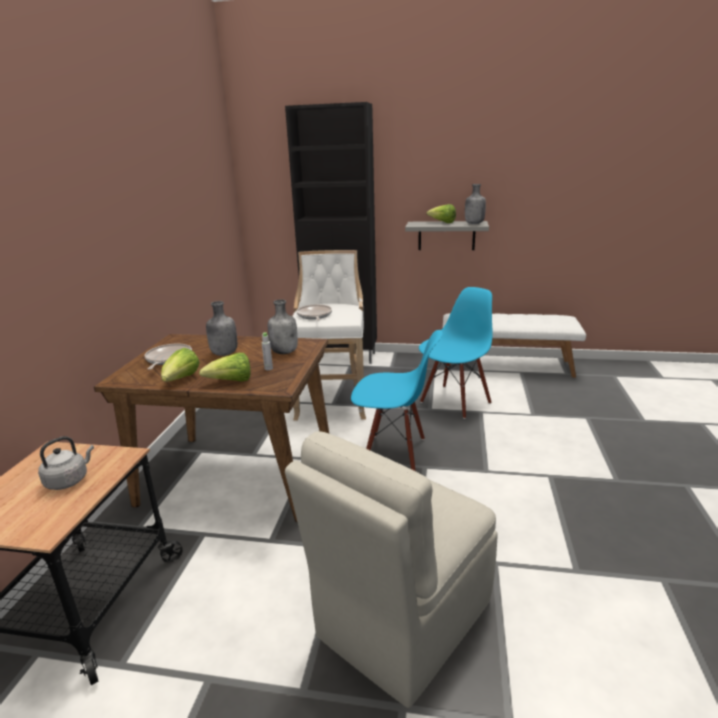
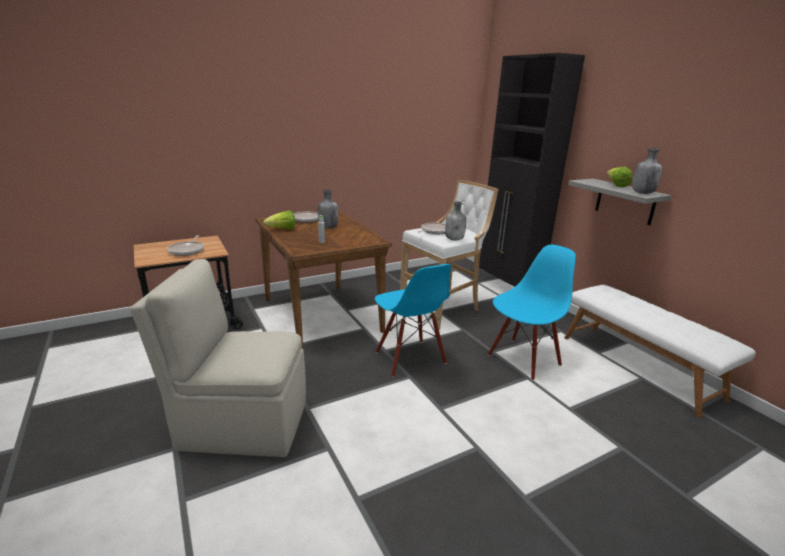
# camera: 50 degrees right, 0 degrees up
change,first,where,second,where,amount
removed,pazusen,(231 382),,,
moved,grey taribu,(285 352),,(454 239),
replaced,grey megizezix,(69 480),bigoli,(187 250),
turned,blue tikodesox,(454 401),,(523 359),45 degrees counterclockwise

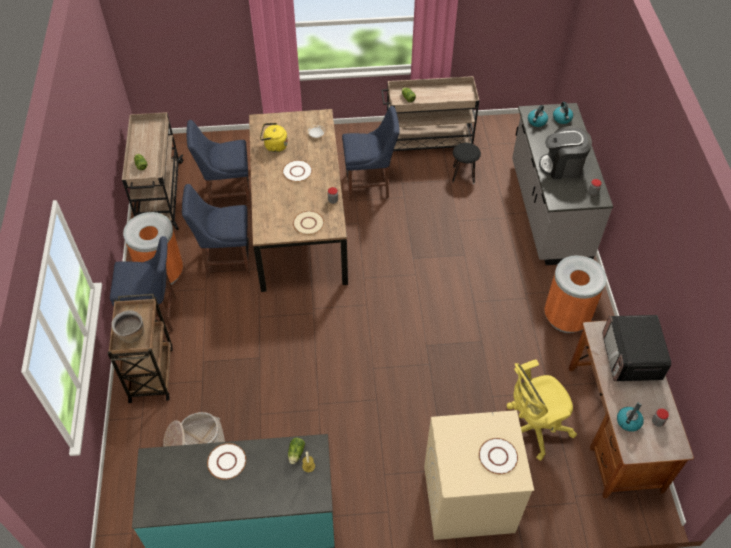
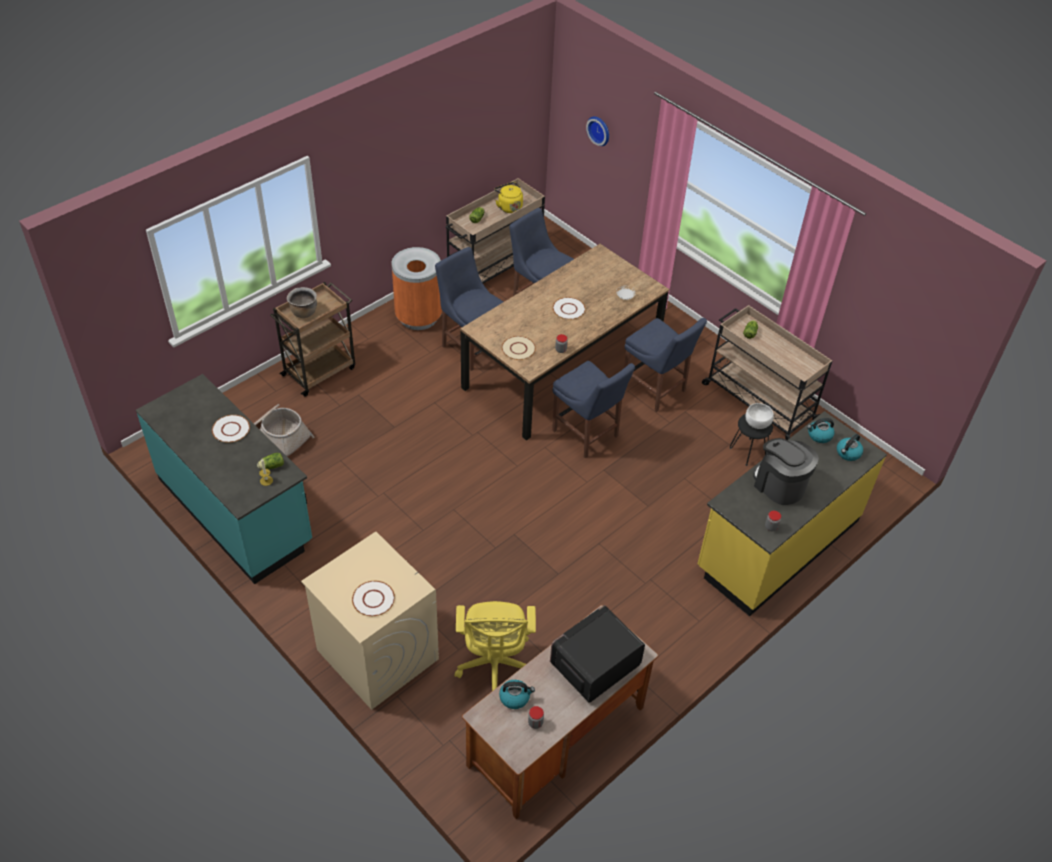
# camera: 50 degrees right, 5 degrees down
change,first,where,second,where,amount
removed,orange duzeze,(566 317),,,
added,,,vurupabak,(600 130),
added,,,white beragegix,(757 423),
moved,blue tikodesox,(155 315),,(587 435),
moved,yellow megizezix,(274 146),,(509 206),
recoloured,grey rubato,(548 211),yellow rubato,(777 544),
turned,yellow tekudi,(532 429),,(494 666),120 degrees counterclockwise

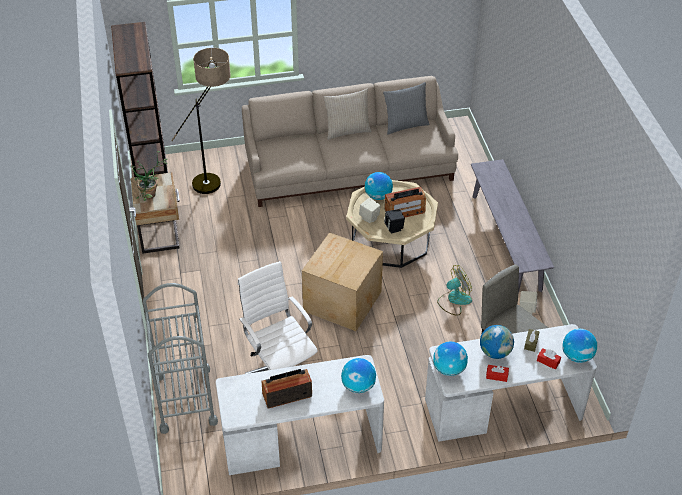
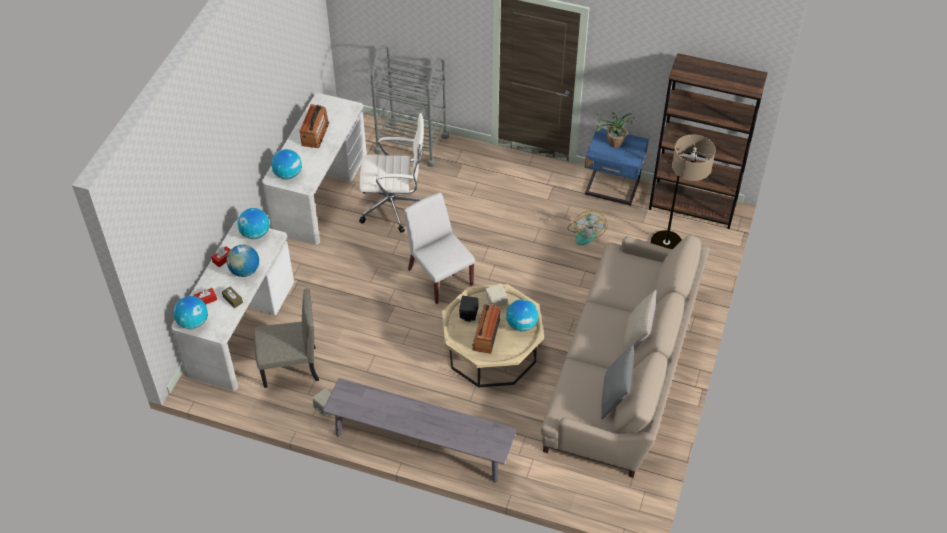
# camera: 120 degrees right, 5 degrees up
change,first,where,second,where,amount
moved,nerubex,(454 300),,(585 233),
replaced,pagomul,(341 301),white tikodesox,(439 277),
recoloured,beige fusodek,(161 234),blue fusodek,(612 189),

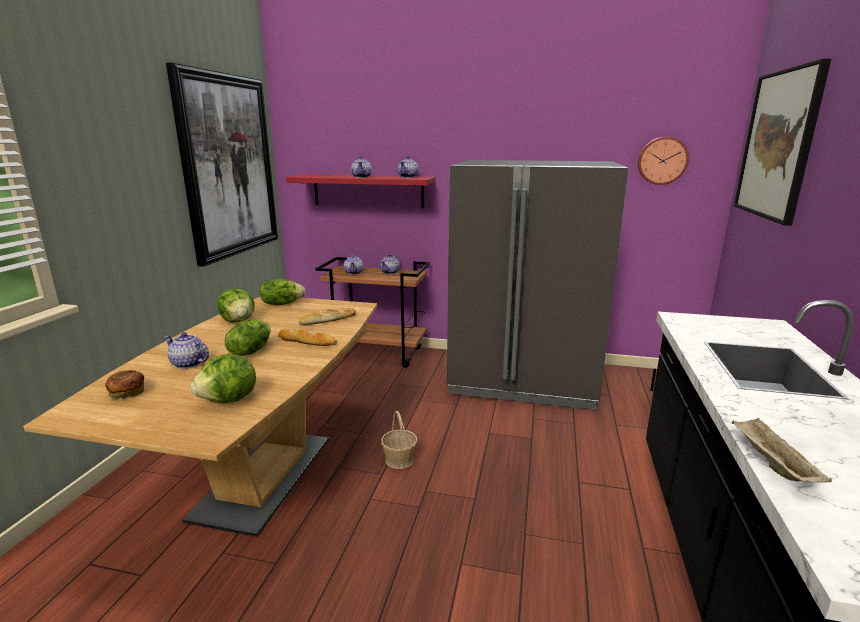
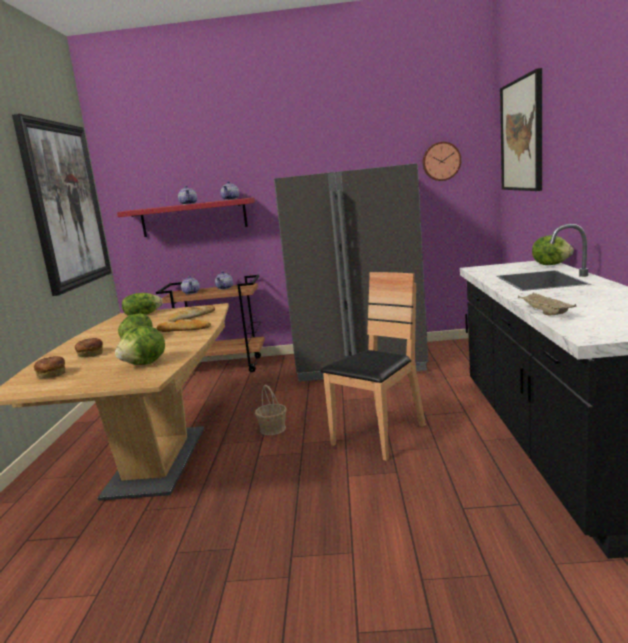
# camera: 10 degrees left, 5 degrees down
change,first,where,second,where,amount
added,,,brown tikodesox,(380 436),
moved,pazusen,(238 321),,(551 264),
replaced,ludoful,(188 364),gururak,(90 354),

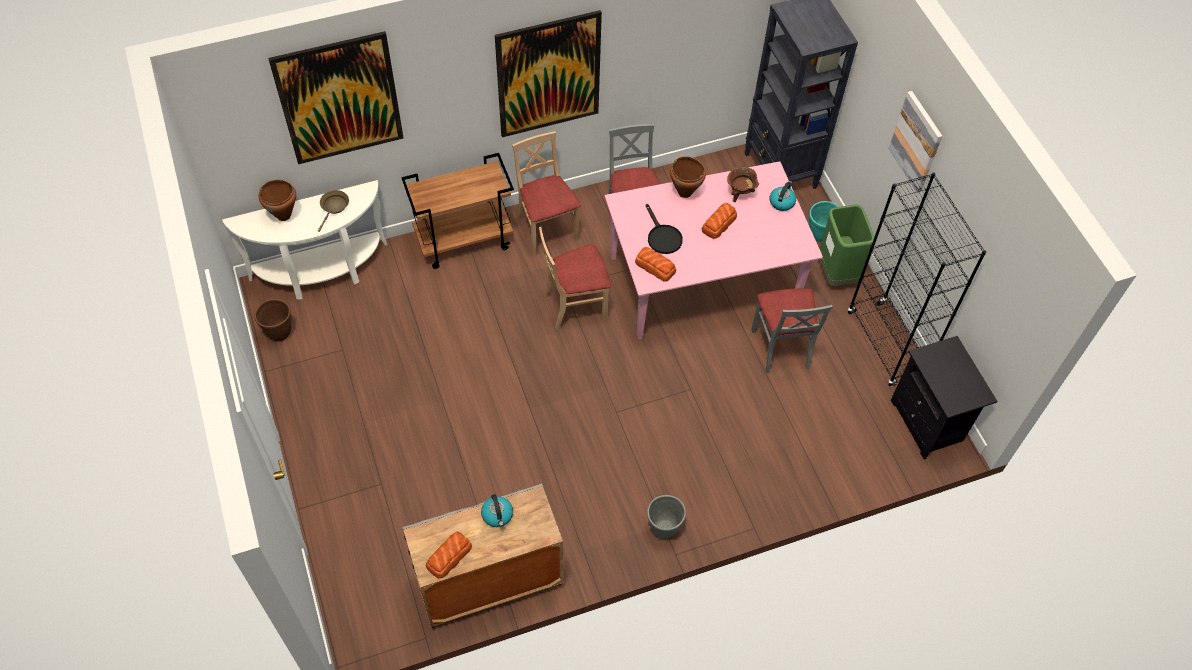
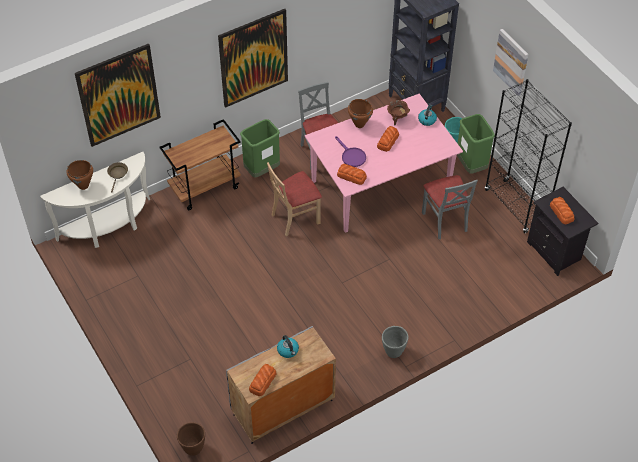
# camera: 10 degrees left, 5 degrees down
change,first,where,second,where,amount
added,,,gururak,(561 213),
moved,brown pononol,(279 333),,(193 448),
replaced,beige tikodesox,(546 229),green duzeze,(262 170),
recoloured,black bigoli,(662 237),purple bigoli,(351 156),

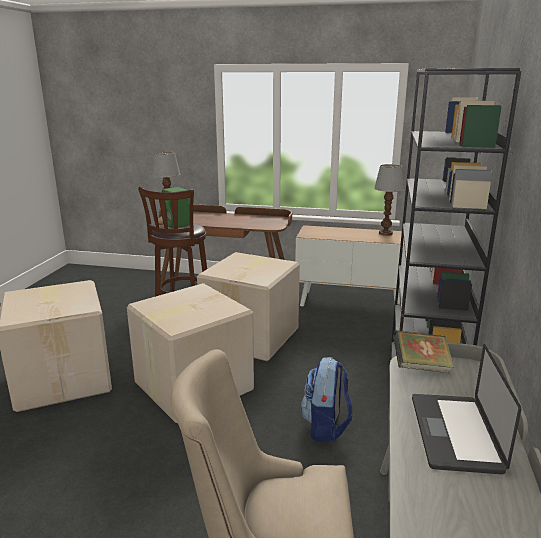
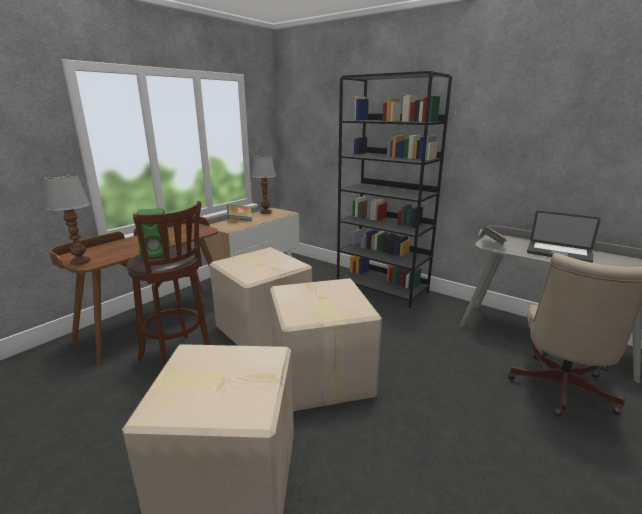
# camera: 65 degrees left, 0 degrees up
change,first,where,second,where,amount
removed,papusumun,(326 427),,,
added,,,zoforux,(240 220),

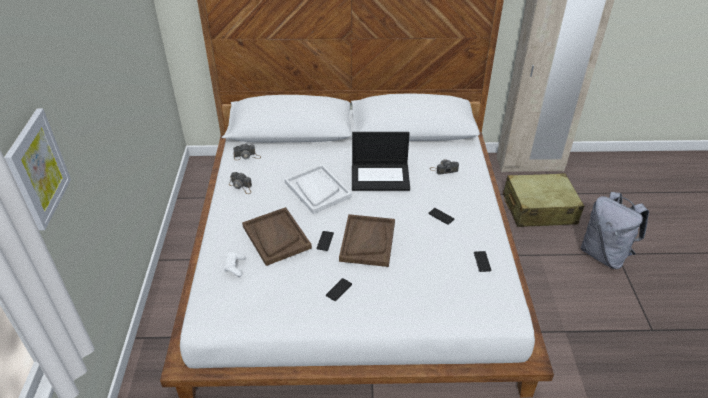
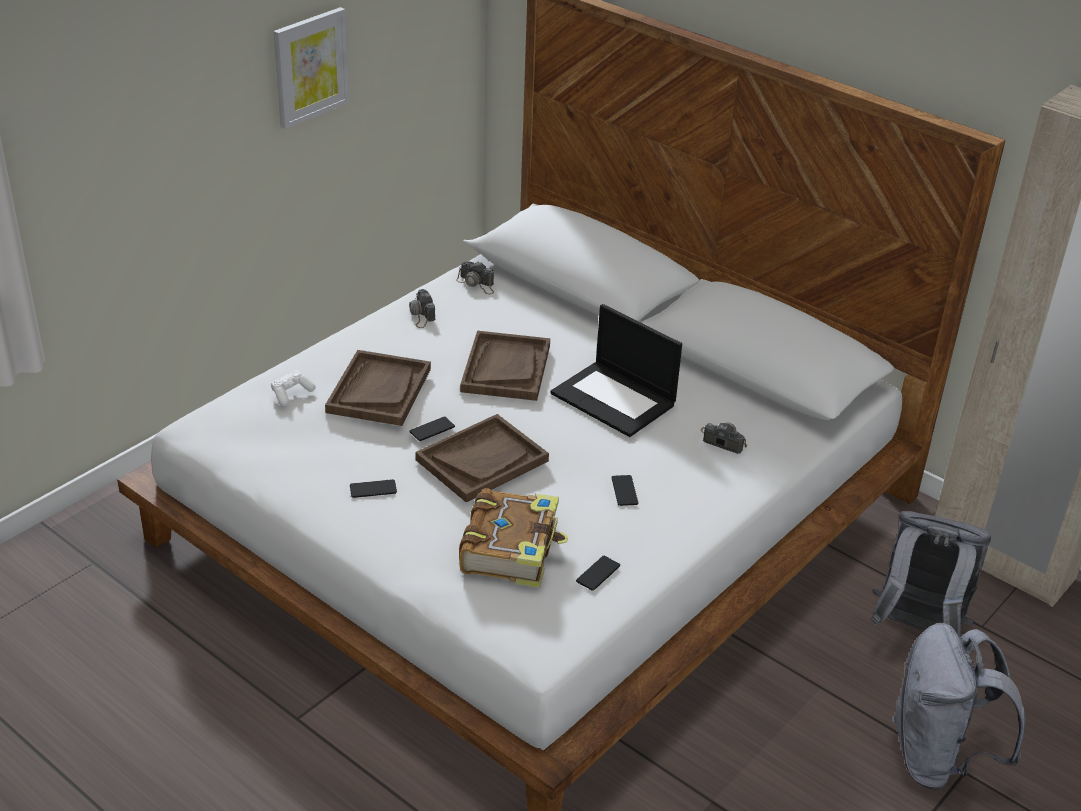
# camera: 40 degrees right, 5 degrees down
change,first,where,second,where,amount
added,,,zoforux,(511 549),
moved,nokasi,(37 169),,(310 67),
replaced,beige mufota,(538 209),grey papusumun,(915 630),
recoloured,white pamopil,(317 190),brown pamopil,(506 368),

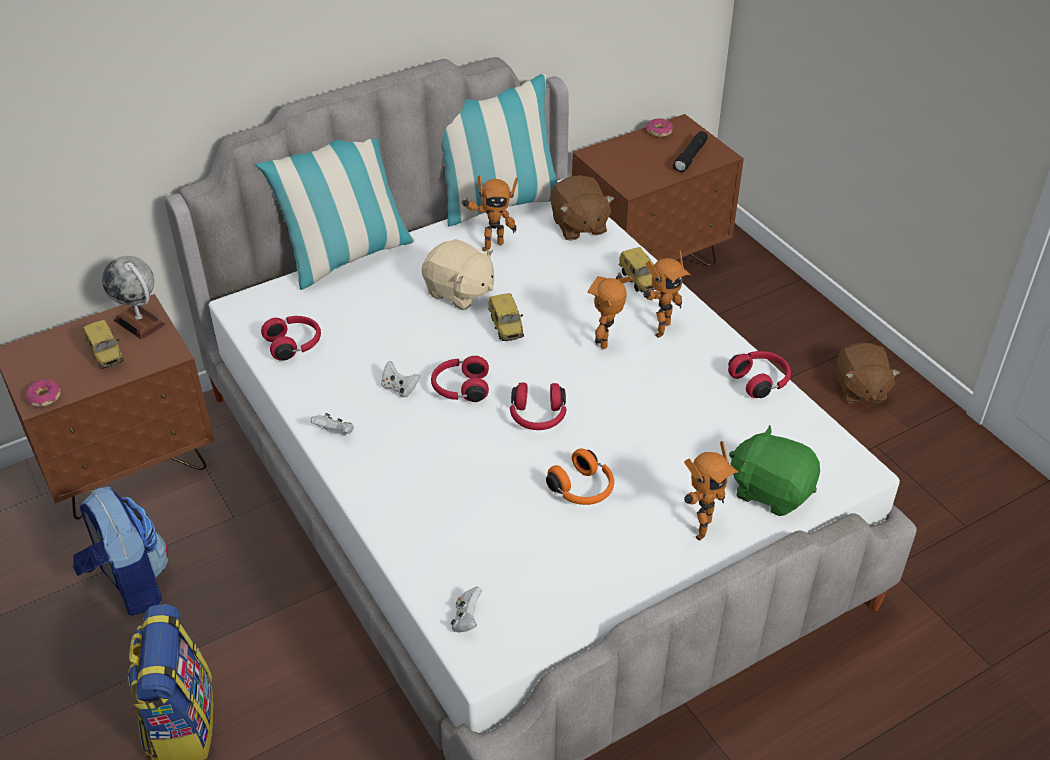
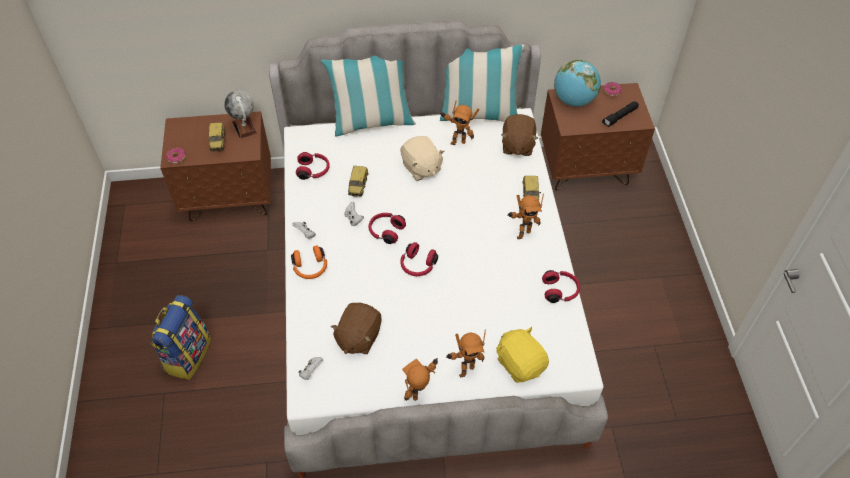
# camera: 25 degrees right, 10 degrees up
change,first,where,second,where,amount
removed,papusumun,(130 584),,,
added,,,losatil,(574 100),
moved,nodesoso,(507 328),,(359 187),
moved,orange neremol,(582 489),,(310 268),
moved,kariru,(608 342),,(421 395),
moved,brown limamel,(860 389),,(358 337),
recoloured,green limamel,(771 490),yellow limamel,(520 363),

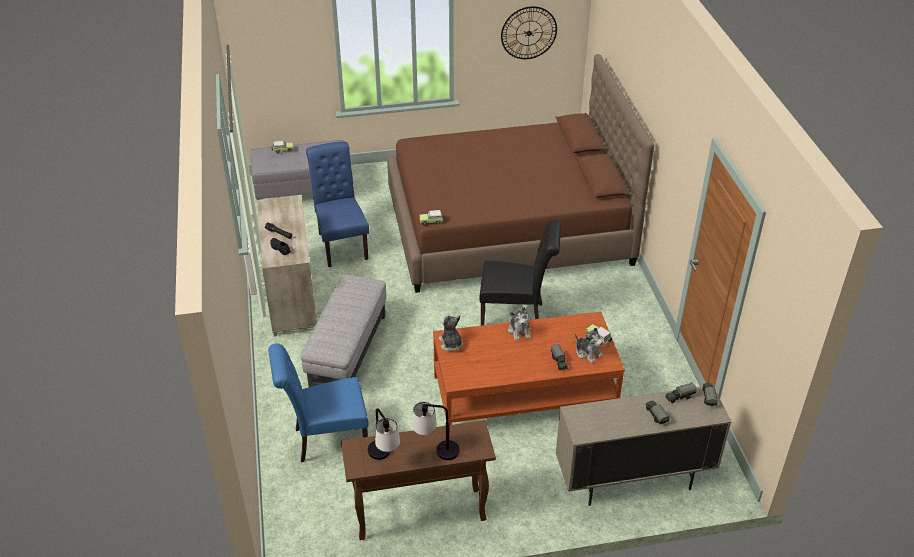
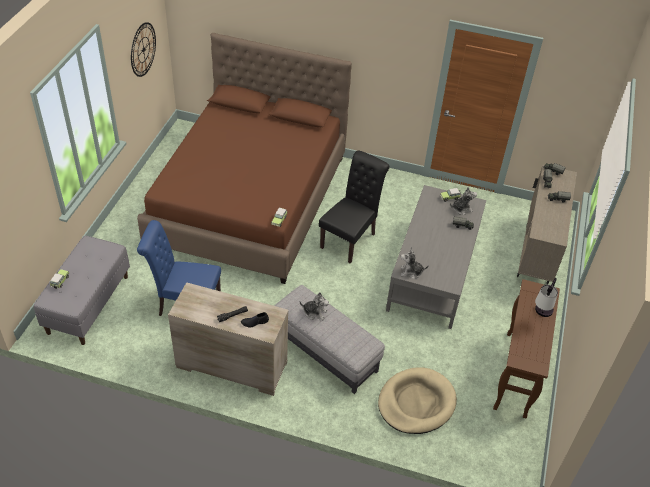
# camera: 65 degrees left, 5 degrees up
change,first,where,second,where,amount
removed,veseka,(384 458),,,
moved,limamel,(519 331),,(314 312),
replaced,blue tikodesox,(326 440),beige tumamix,(416 403),
recoloured,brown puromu,(524 394),grey puromu,(433 270),

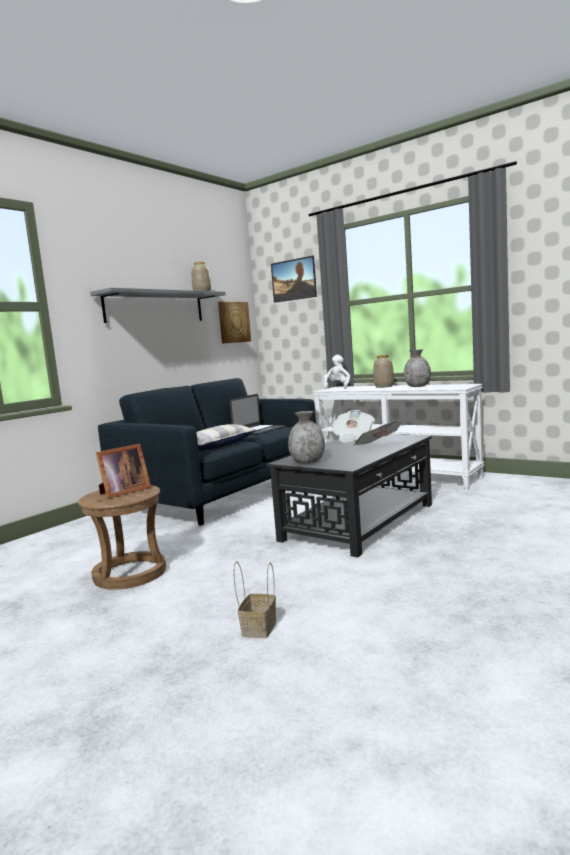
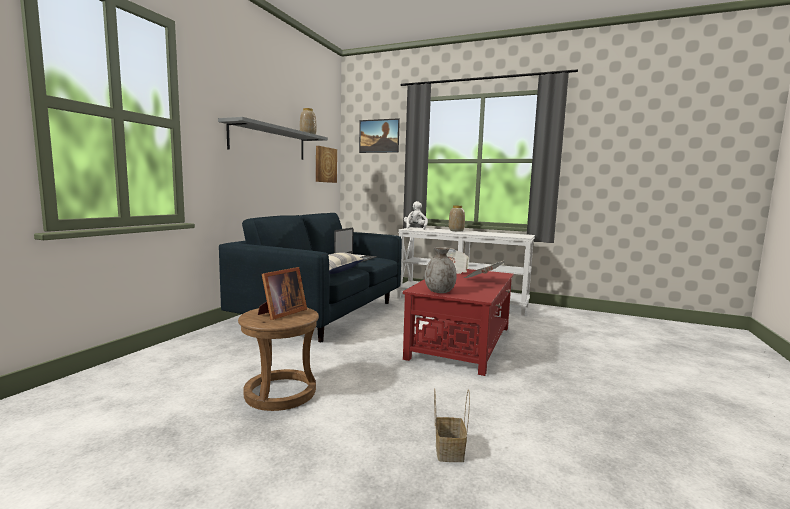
# camera: 15 degrees left, 0 degrees up
change,first,where,second,where,amount
removed,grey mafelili,(417 386),,,
recoloured,black puromu,(360 521),red puromu,(461 342),

